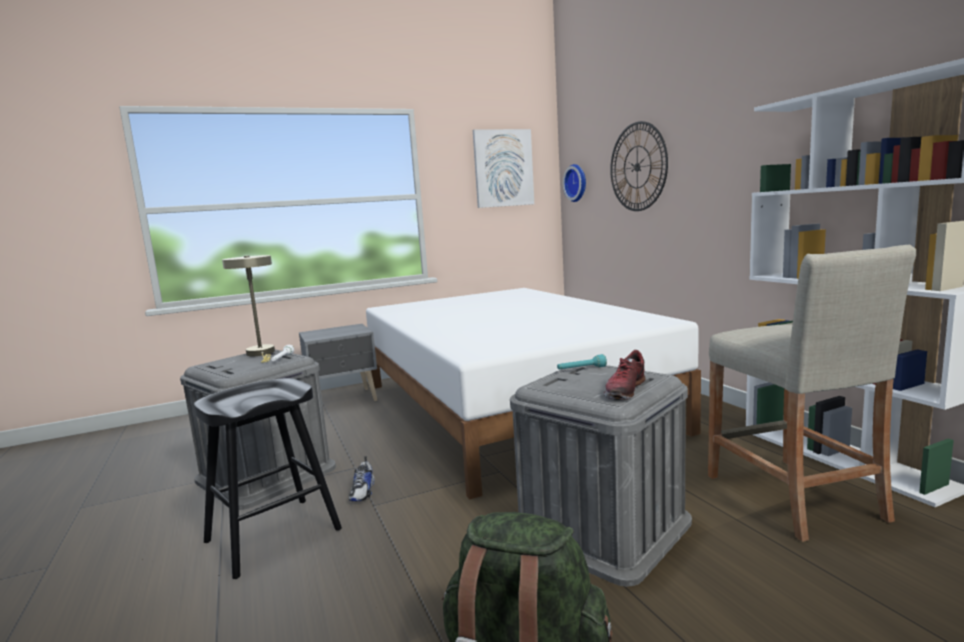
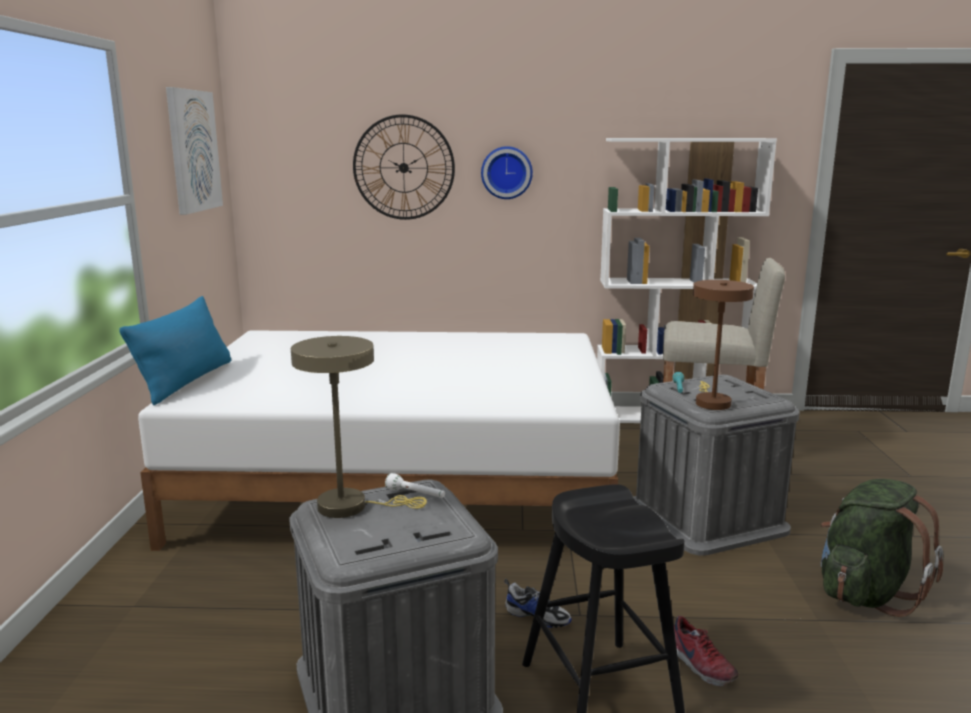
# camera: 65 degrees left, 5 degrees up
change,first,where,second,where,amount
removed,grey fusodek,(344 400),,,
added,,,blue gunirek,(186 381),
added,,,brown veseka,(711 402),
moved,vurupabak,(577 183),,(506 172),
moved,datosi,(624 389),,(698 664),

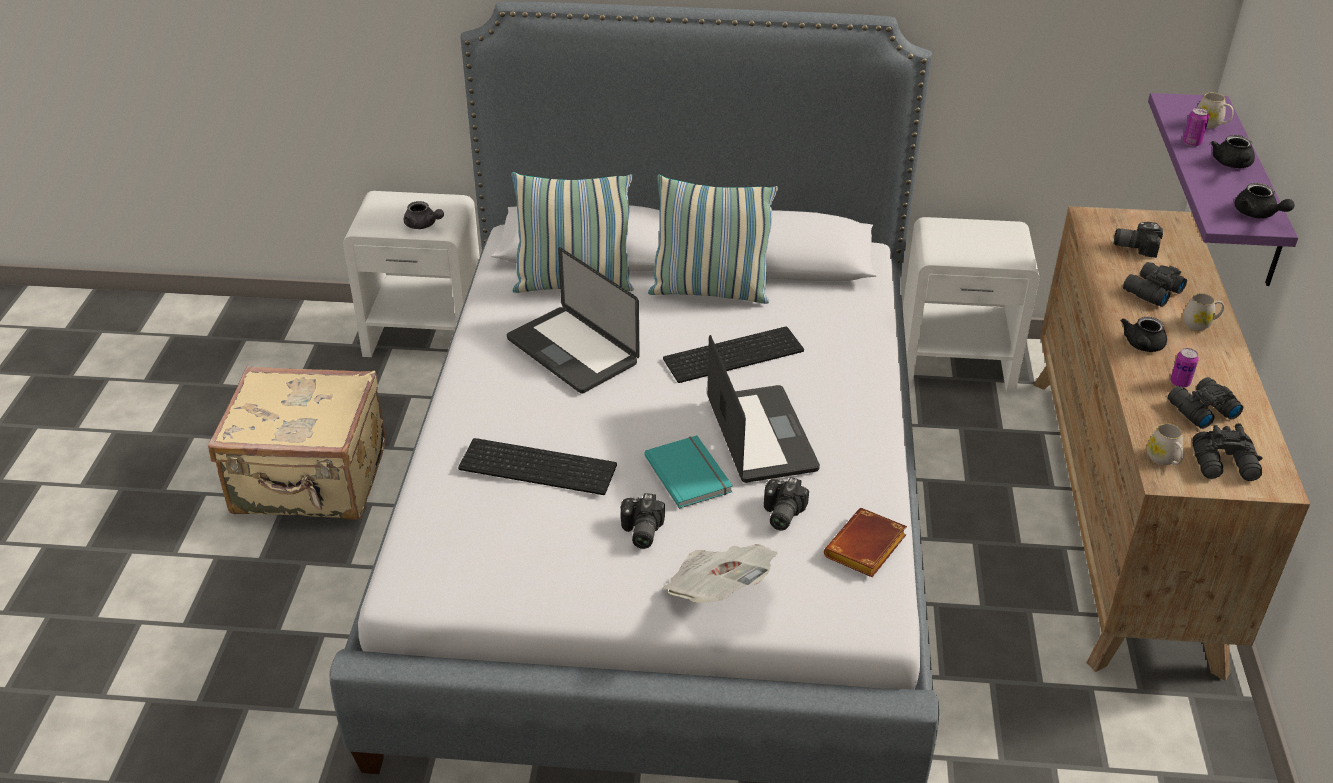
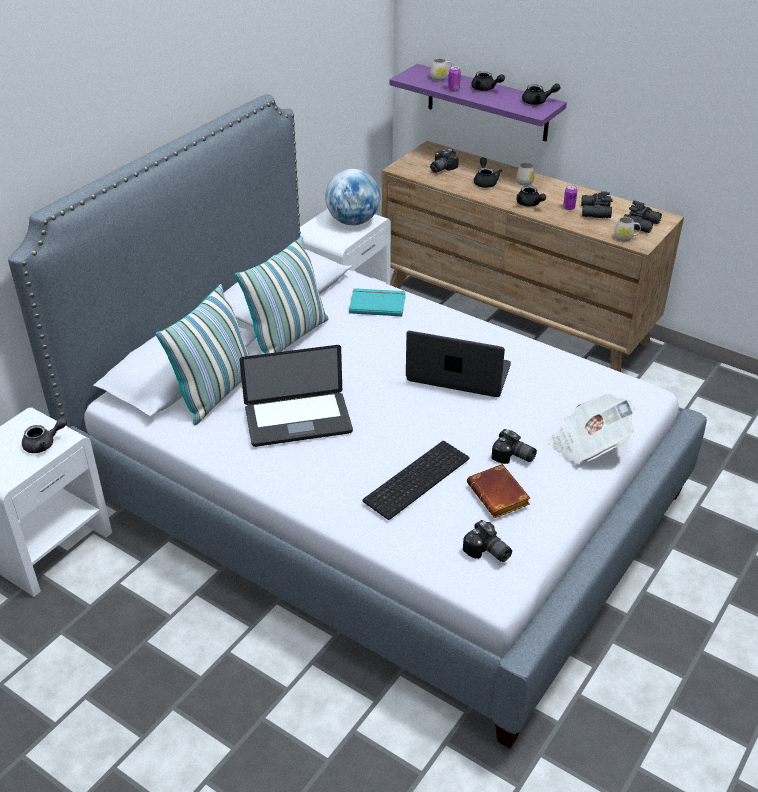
# camera: 60 degrees left, 0 degrees up
change,first,where,second,where,amount
removed,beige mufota,(311 481),,,
removed,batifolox,(734 353),,,
added,,,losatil,(353 221),
moved,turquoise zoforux,(690 473),,(377 303),
moved,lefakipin,(780 514),,(487 552),
moved,brown zoforux,(866 550),,(500 496),
replaced,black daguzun,(1151 291),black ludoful,(485 182),

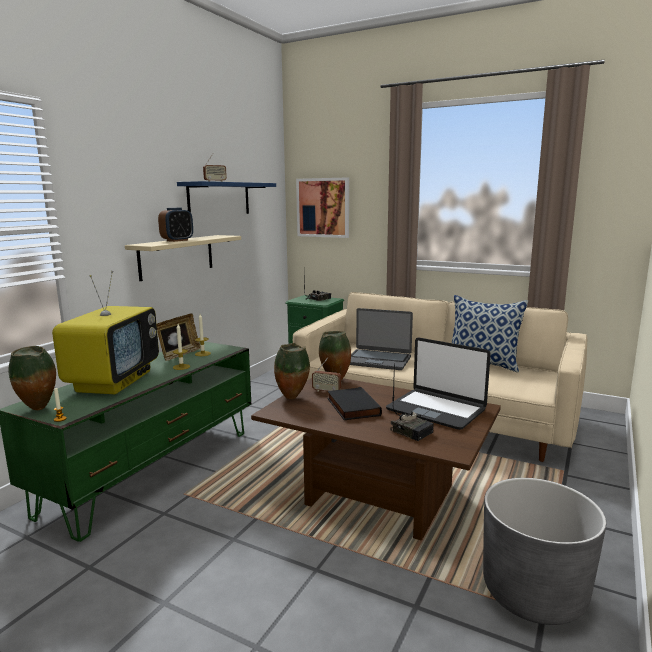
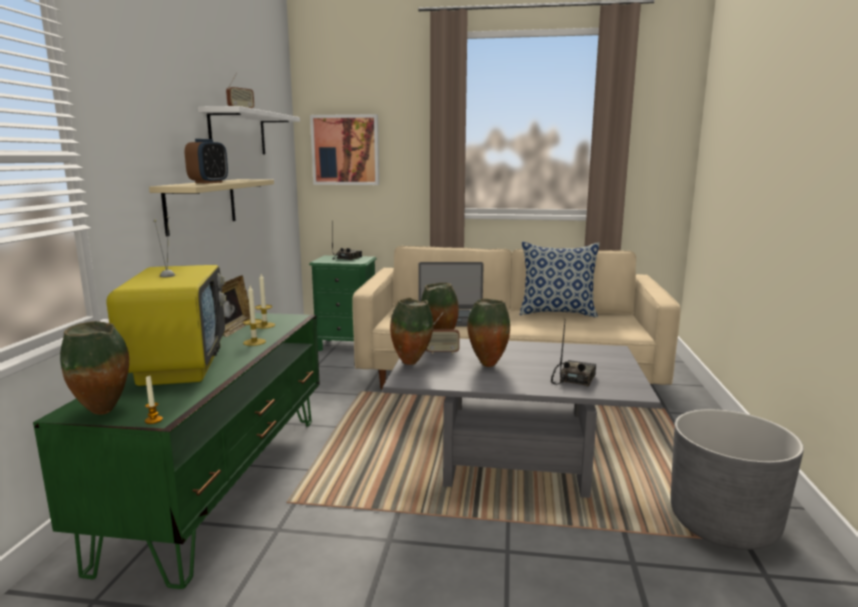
# camera: 20 degrees left, 0 degrees up
change,first,where,second,where,amount
removed,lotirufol,(436 409),,,
replaced,black zoforux,(351 407),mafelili,(487 364),
recoloured,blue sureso,(219 199),white sureso,(238 133),
recoloured,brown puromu,(376 497),grey puromu,(513 464),
turned,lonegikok,(412 430),,(573 379),90 degrees counterclockwise

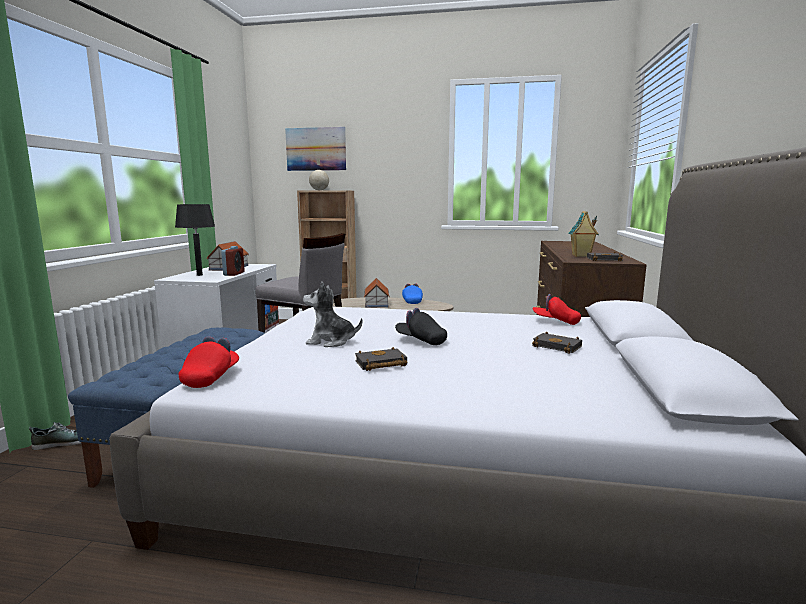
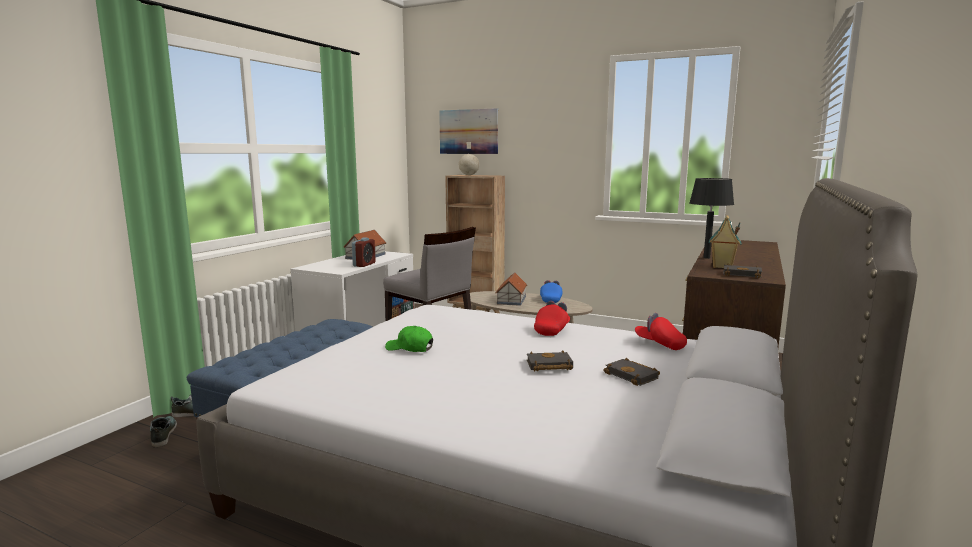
# camera: 15 degrees right, 0 degrees up
change,first,where,second,where,amount
removed,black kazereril,(421 340),,,
added,,,datosi,(163 434),
moved,black veseka,(199 275),,(706 258),
moved,red kazereril,(211 377),,(552 330),
moved,black zoforux,(380 364),,(548 366),
replaced,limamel,(331 341),green kazereril,(410 348),

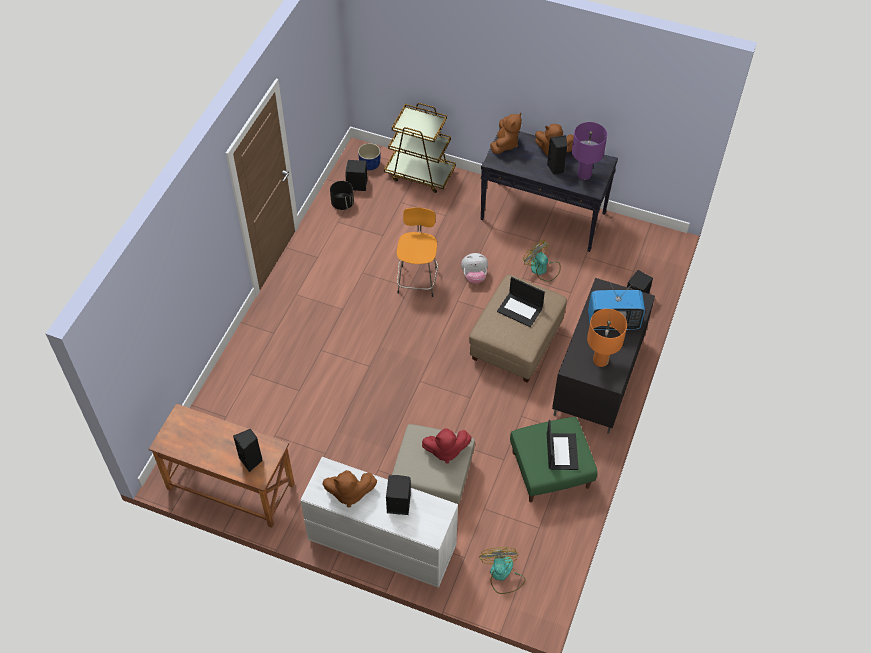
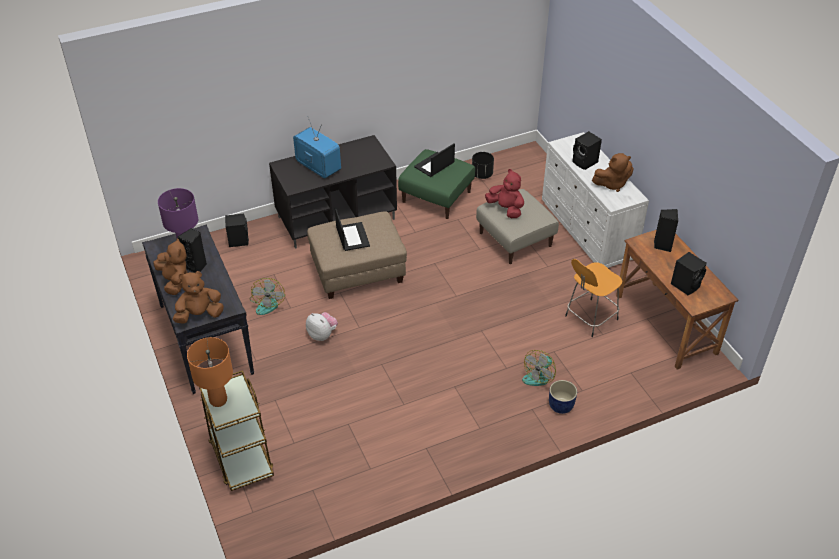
# camera: 135 degrees left, 10 degrees down
change,first,where,second,where,amount
moved,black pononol,(342 203),,(481 174),
moved,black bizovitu,(357 185),,(686 285),
moved,blue pononol,(369 164),,(561 406),
moved,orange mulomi,(417 279),,(590 318),
moved,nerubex,(502 575),,(539 375),
moved,orange veseka,(600 360),,(218 400),
turned,brown limamel,(349 493),,(612 184),120 degrees clockwise

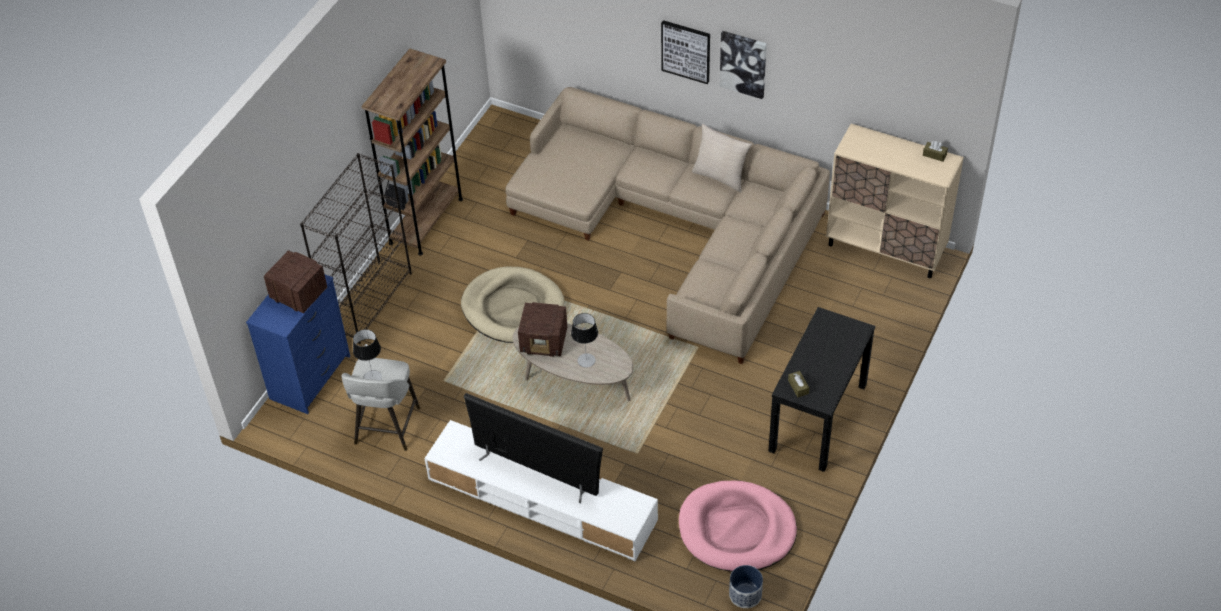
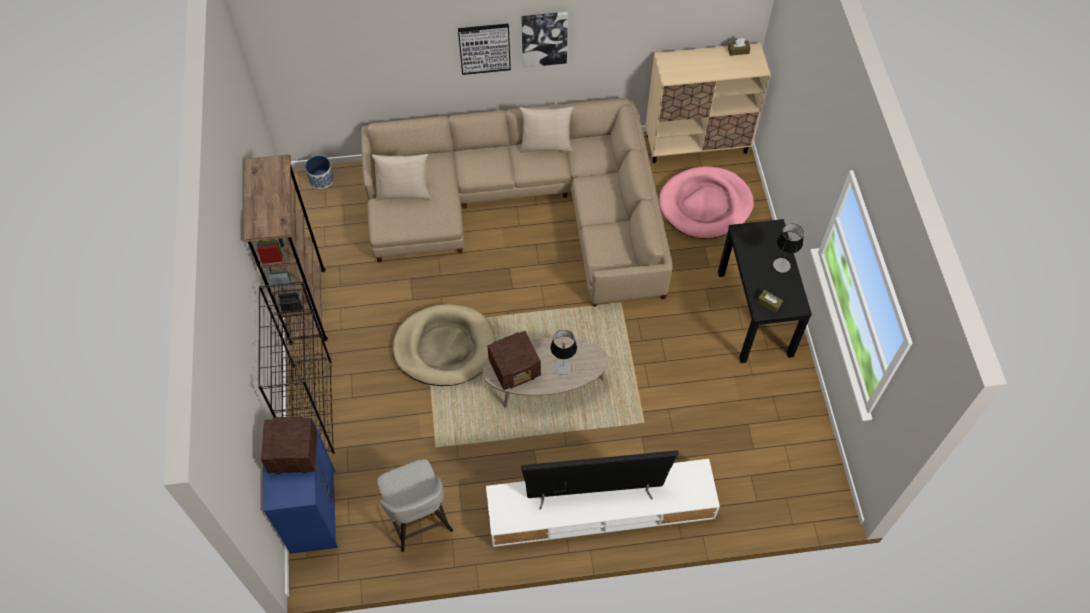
# camera: 35 degrees left, 10 degrees up
change,first,where,second,where,amount
added,,,beige gunirek,(404 192),
moved,veseka,(372 377),,(781 265),
moved,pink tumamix,(737 529),,(705 205),
moved,pononol,(745 594),,(322 179),

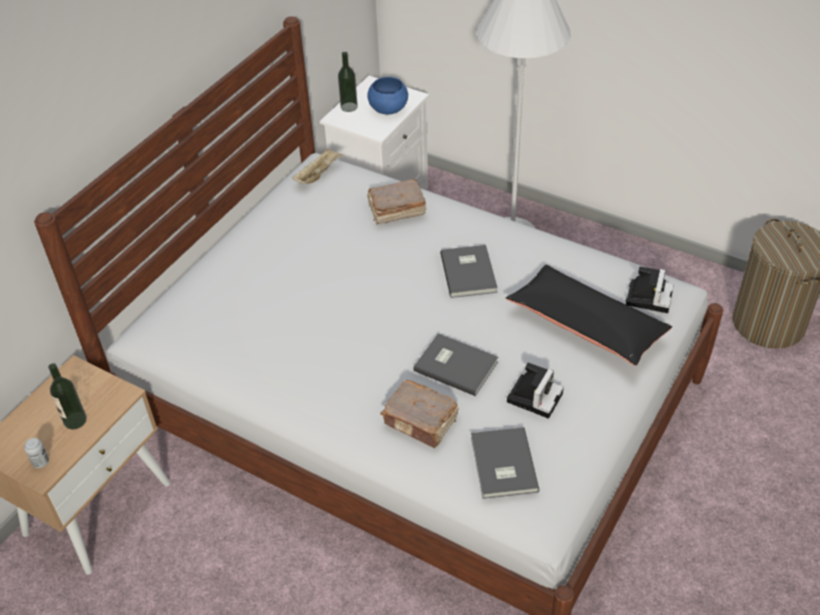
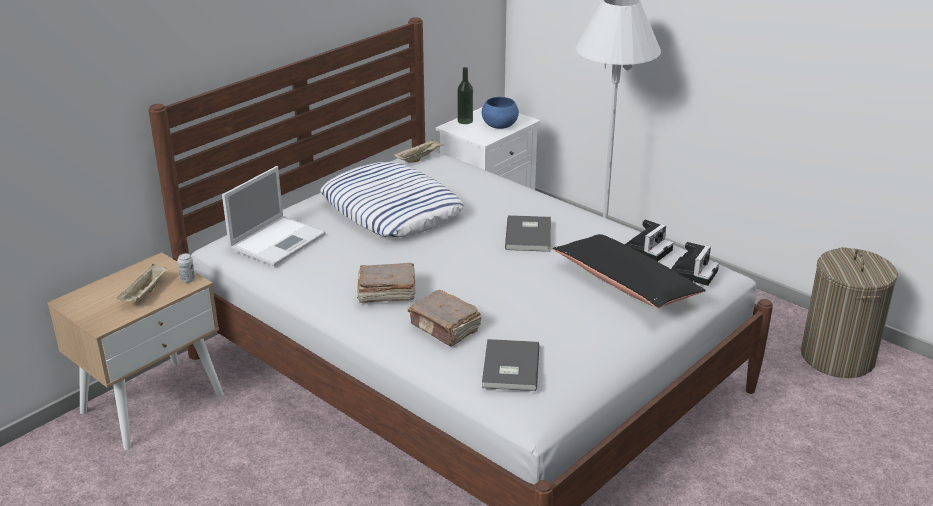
# camera: 10 degrees right, 15 degrees down
change,first,where,second,where,amount
removed,grey zoforux,(455 364),,,
added,,,lotirufol,(278 240),
added,,,gunirek,(391 209),
moved,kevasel,(41 462),,(188 279),
moved,brown zoforux,(396 210),,(386 293),
moved,lefakipin,(534 396),,(648 249),
replaced,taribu,(75 420),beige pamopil,(144 294),

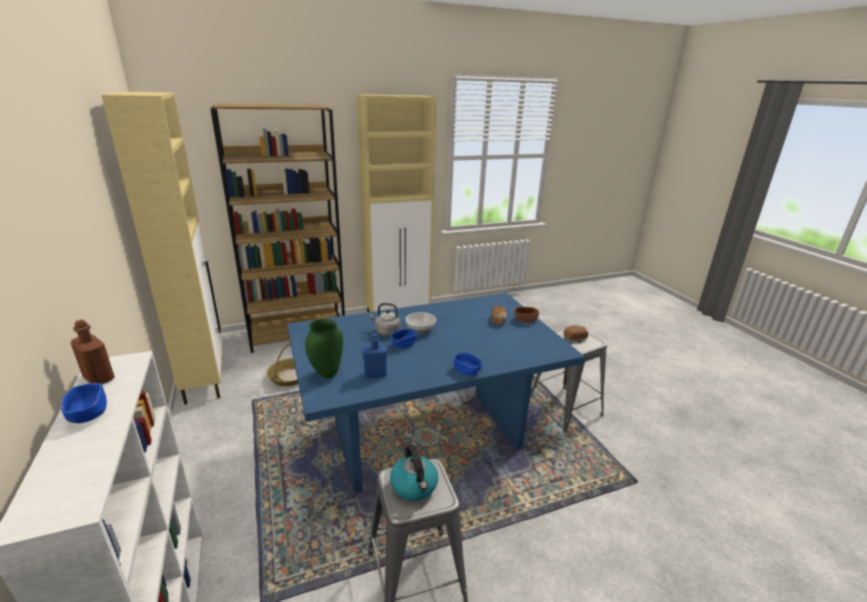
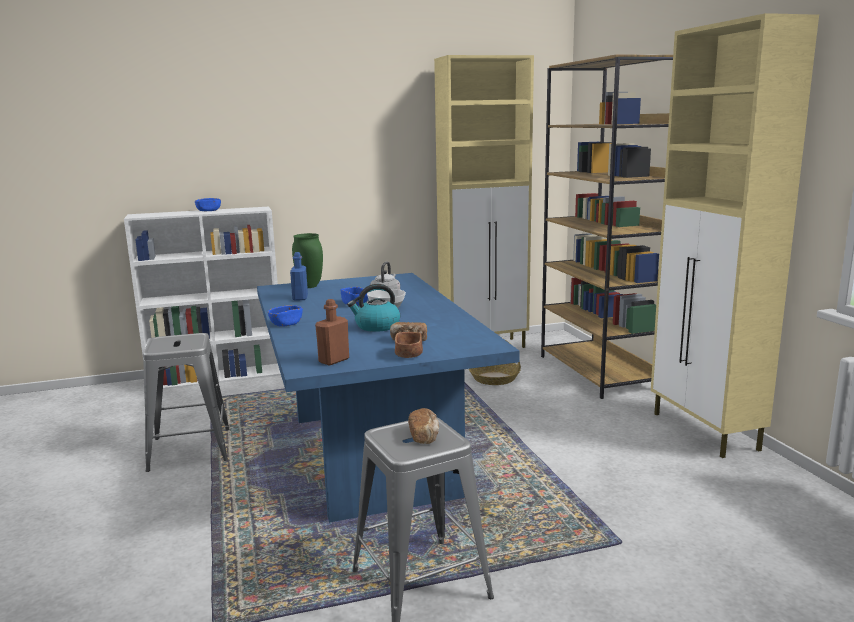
# camera: 95 degrees right, 10 degrees down
change,first,where,second,where,amount
moved,brown taribu,(99 378),,(334 360),
moved,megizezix,(414 486),,(376 326),

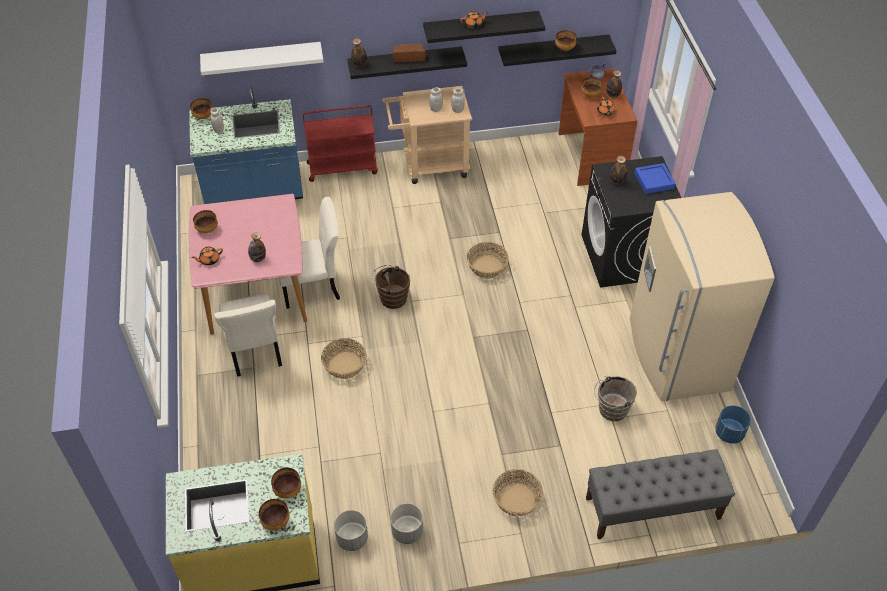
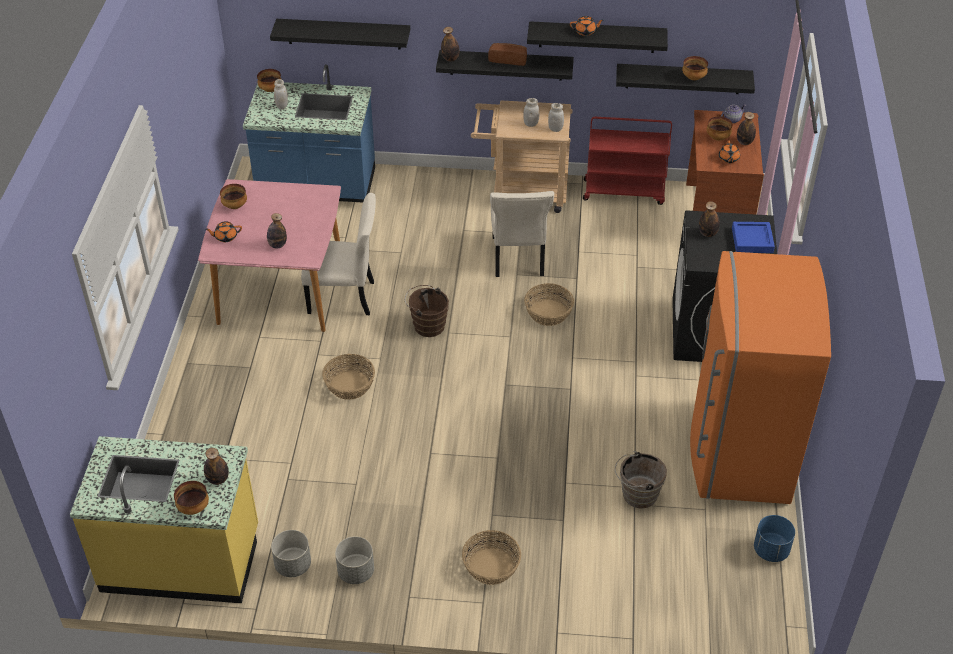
# camera: 15 degrees right, 5 degrees down
change,first,where,second,where,amount
removed,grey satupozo,(652 508),,,
moved,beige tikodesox,(255 352),,(517 258),
moved,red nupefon,(343 168),,(624 192),
replaced,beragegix,(288 490),taribu,(218 479),
recoloured,white sureso,(262 58),black sureso,(344 34),
recoloured,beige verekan,(676 355),orange verekan,(738 451),

